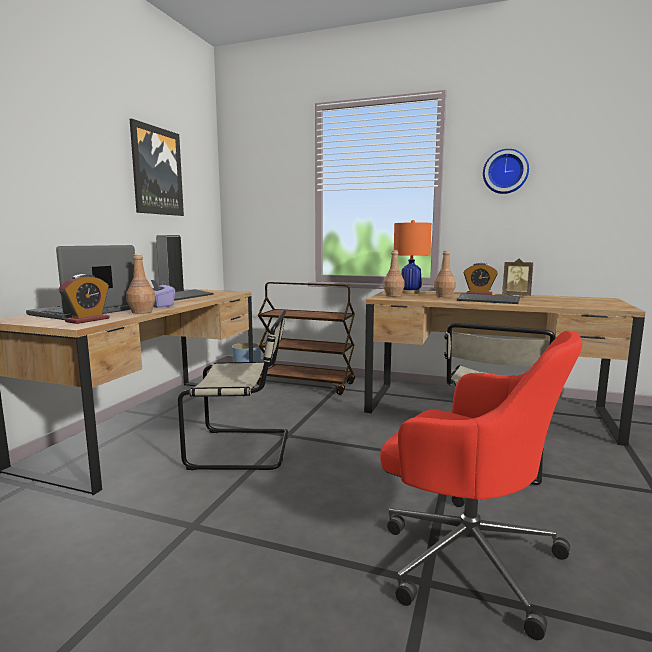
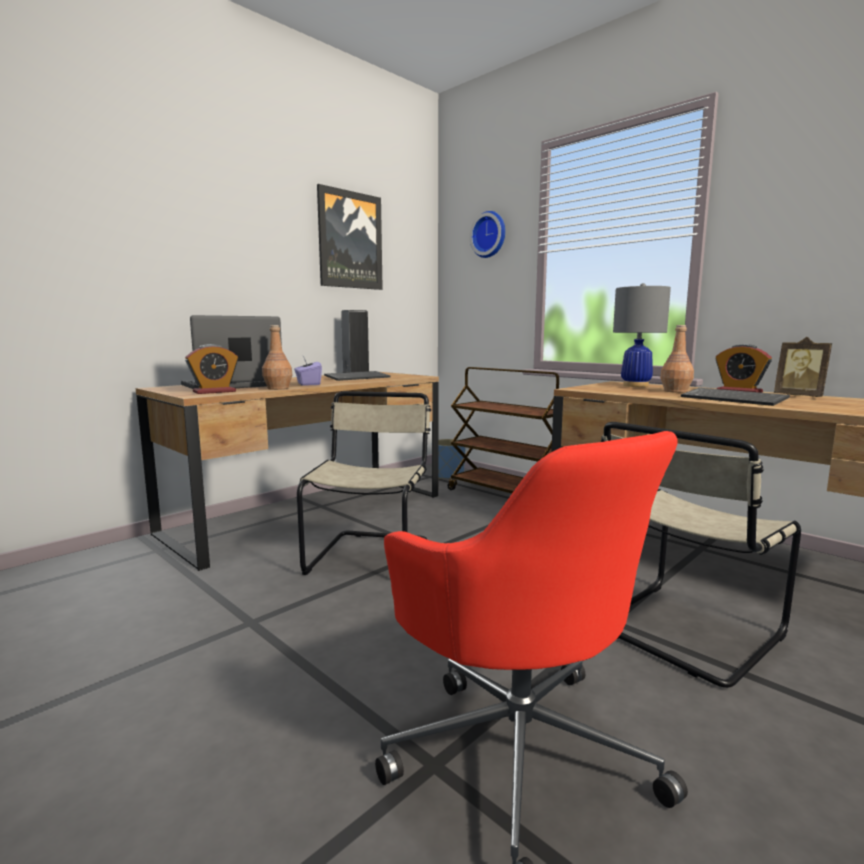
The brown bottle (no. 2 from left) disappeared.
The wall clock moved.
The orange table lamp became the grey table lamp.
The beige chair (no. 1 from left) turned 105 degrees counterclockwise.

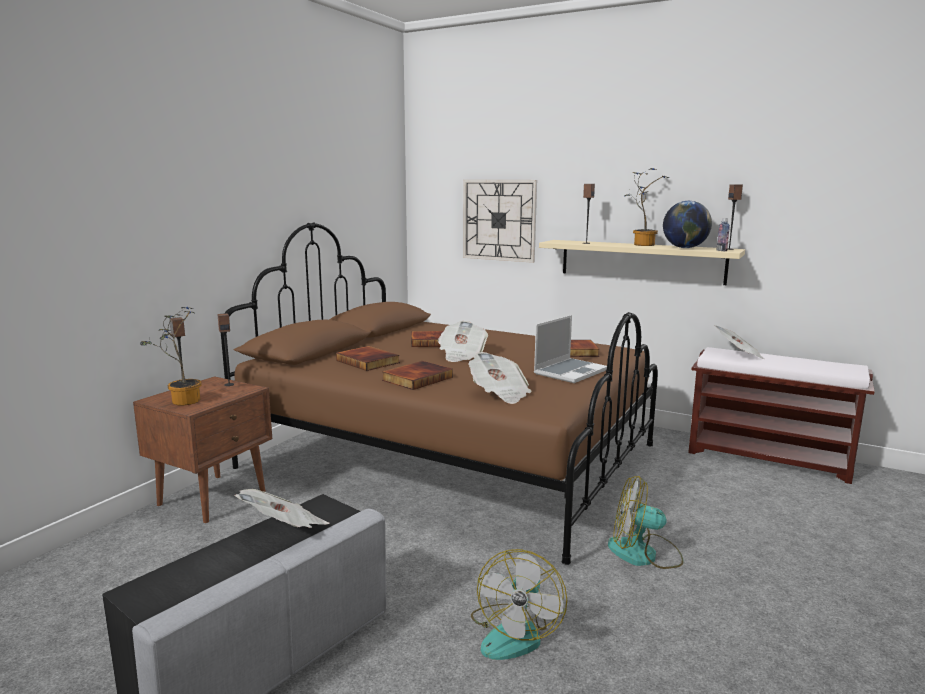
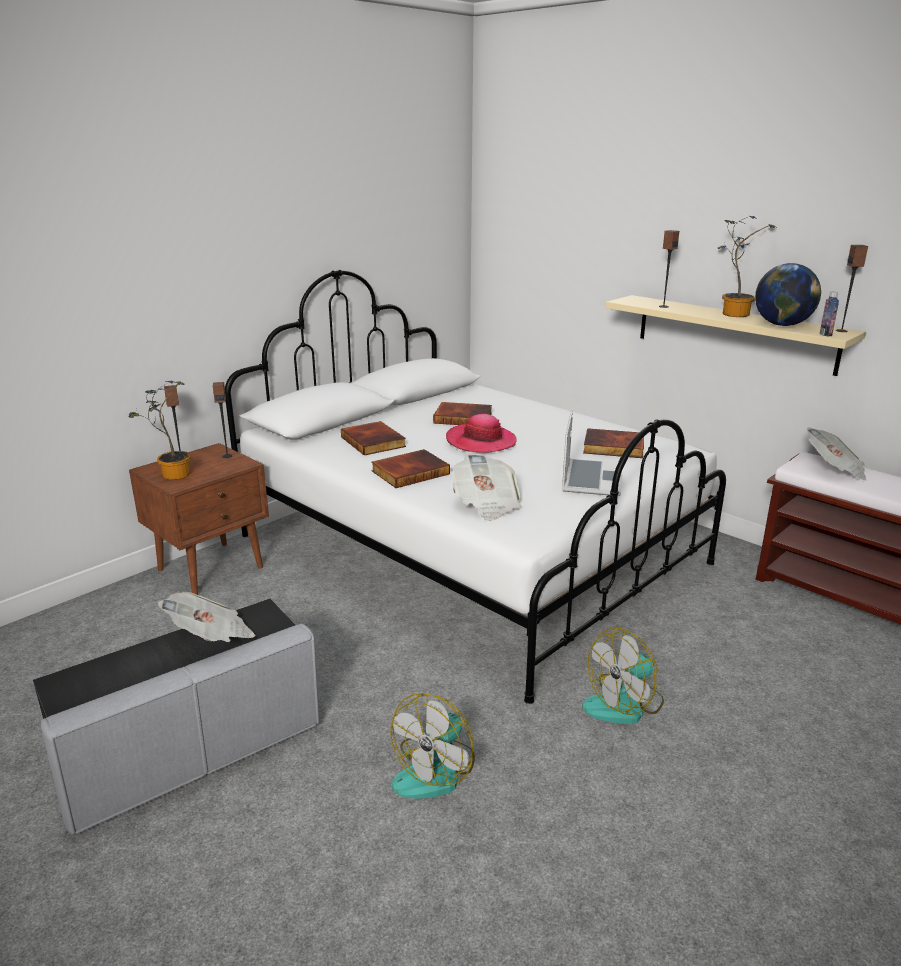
The wall clock disappeared.
The newspaper (no. 2 from left) was replaced by the hat.
The brown bed became the white bed.
The laptop turned 45 degrees counterclockwise.
The fan (no. 2 from left) turned 60 degrees counterclockwise.

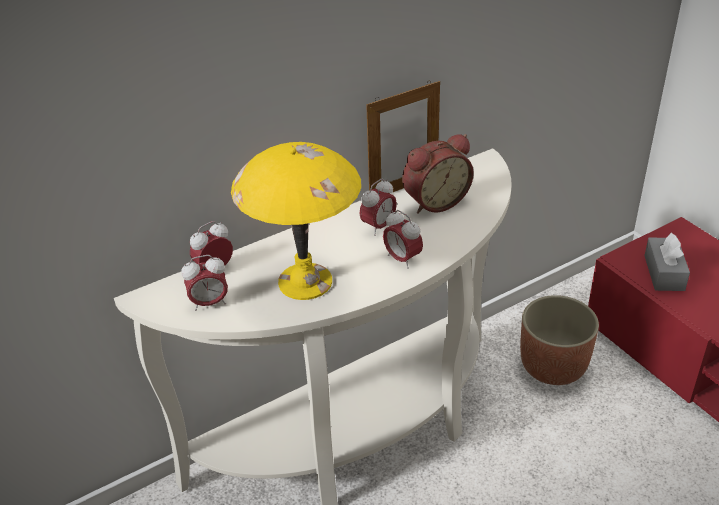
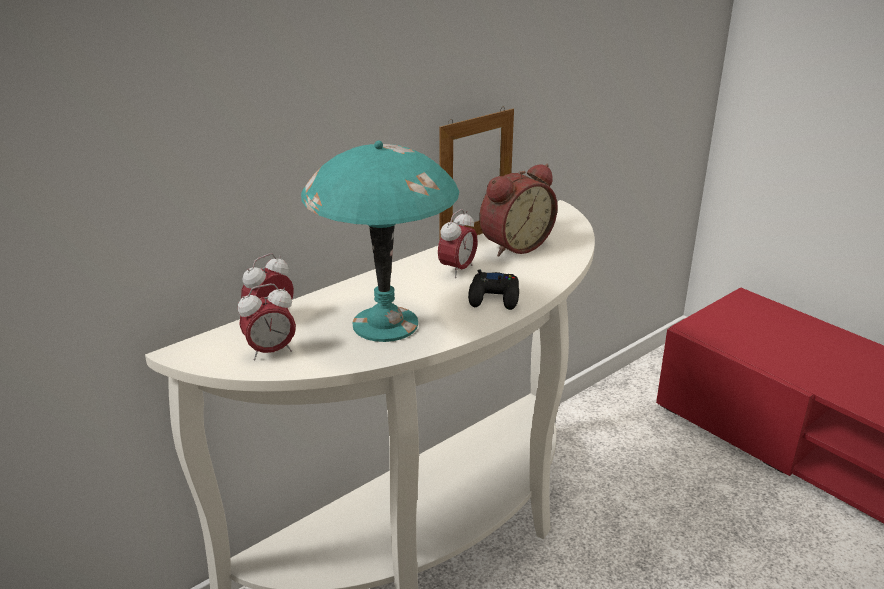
The planter disappeared.
The grey tissue box disappeared.
The alarm clock (no. 4 from left) was replaced by the black game controller.
The yellow table lamp became the turquoise table lamp.

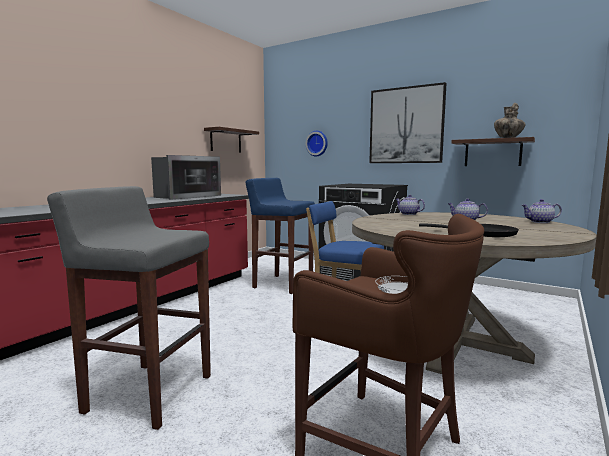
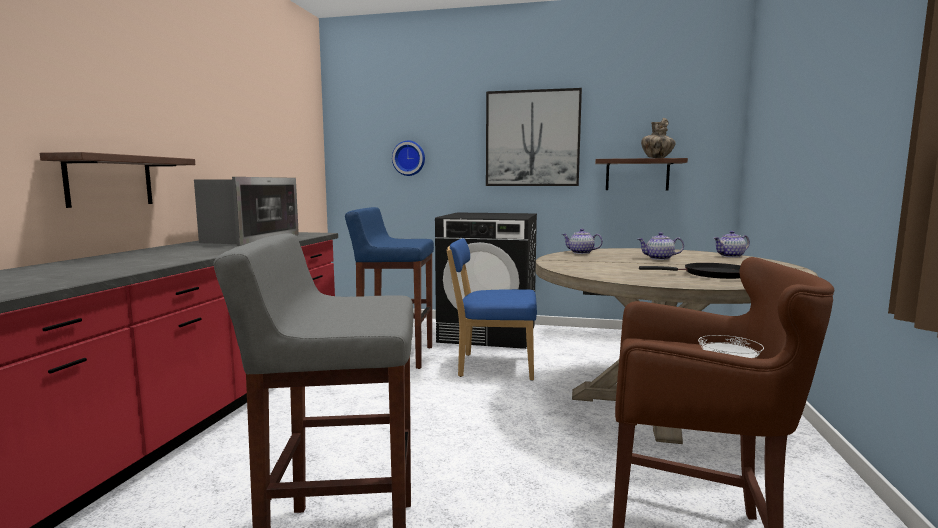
The shelf (no. 1 from left) moved.

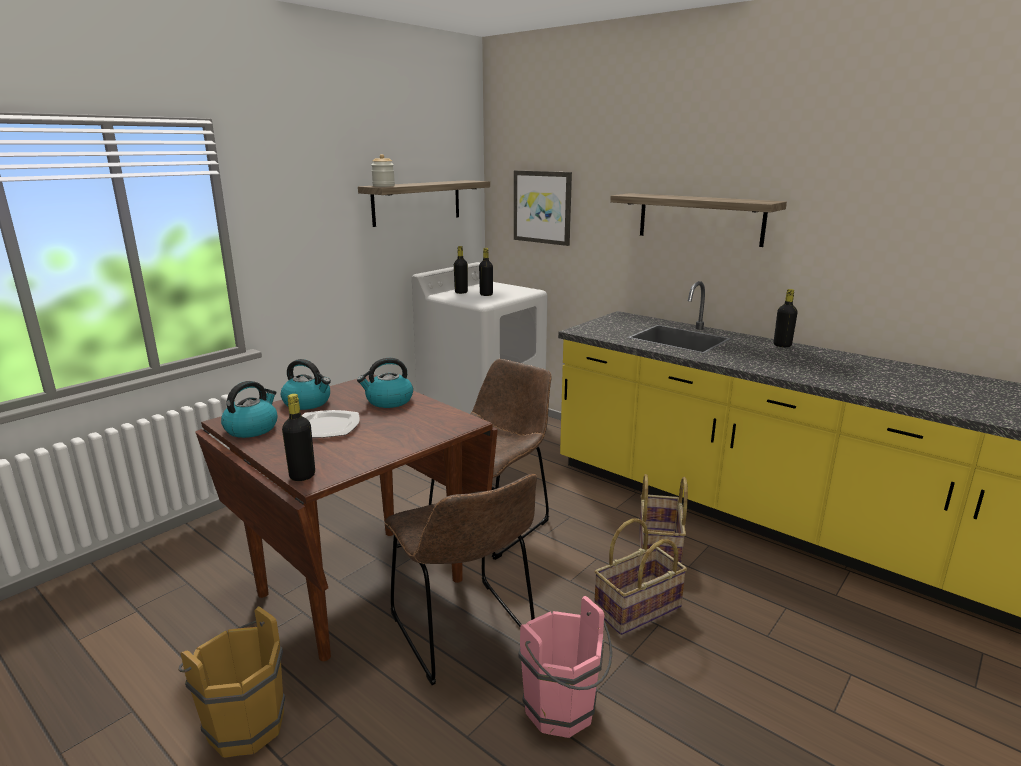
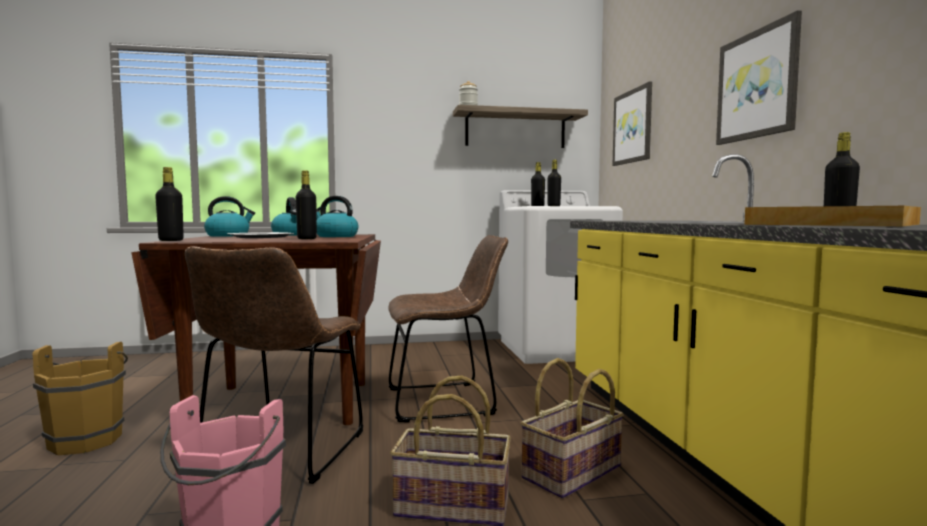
The black bottle (no. 2 from left) appeared.
The beige tray appeared.
The shelf (no. 2 from left) was replaced by the picture (no. 2 from left).

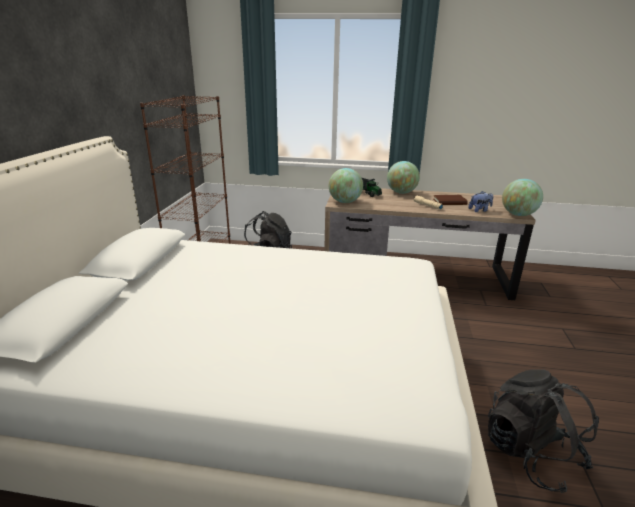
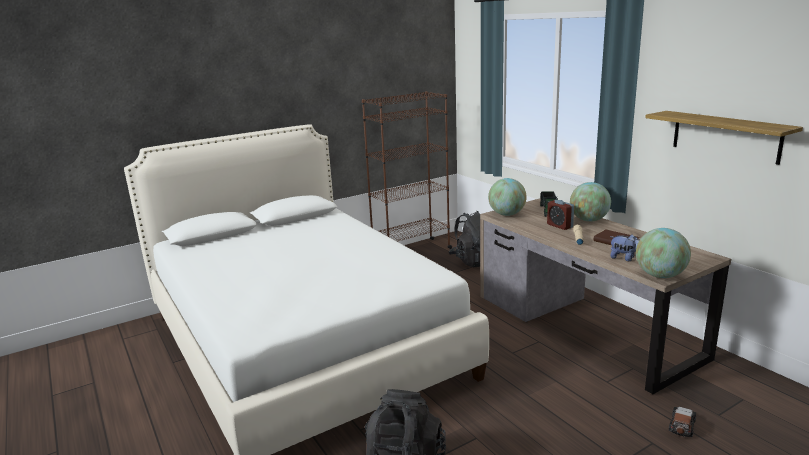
The alarm clock appeared.
The shelf appeared.
The toy car appeared.

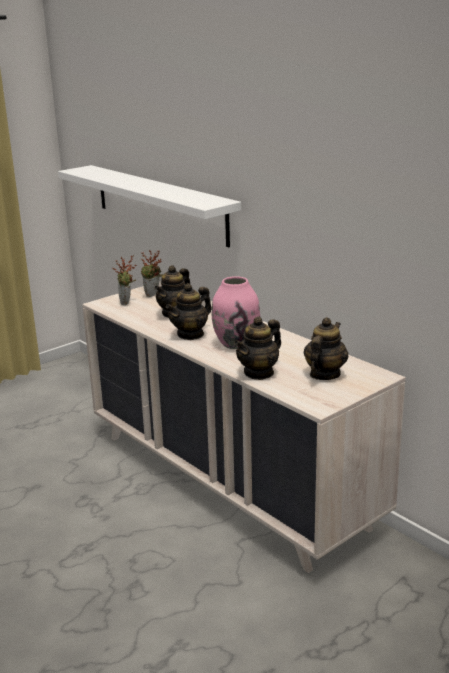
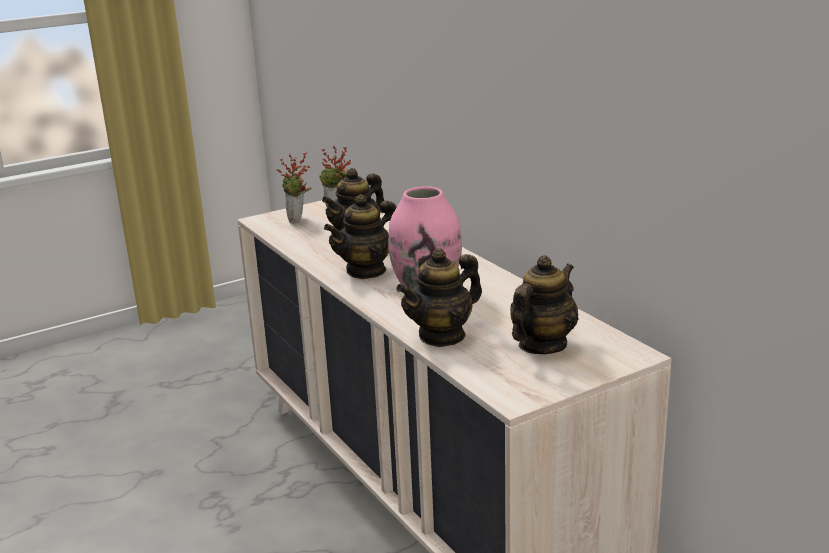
The white shelf disappeared.

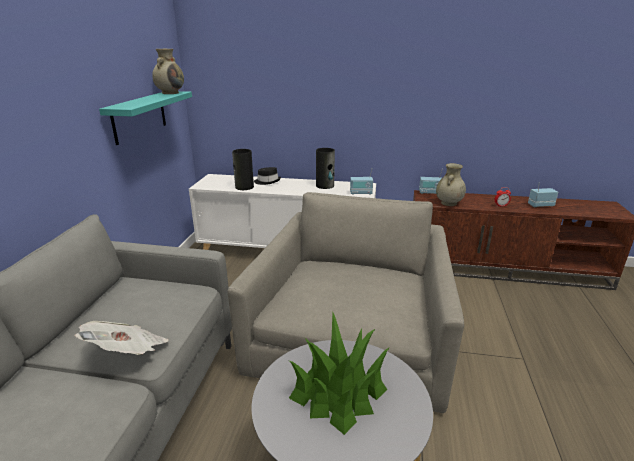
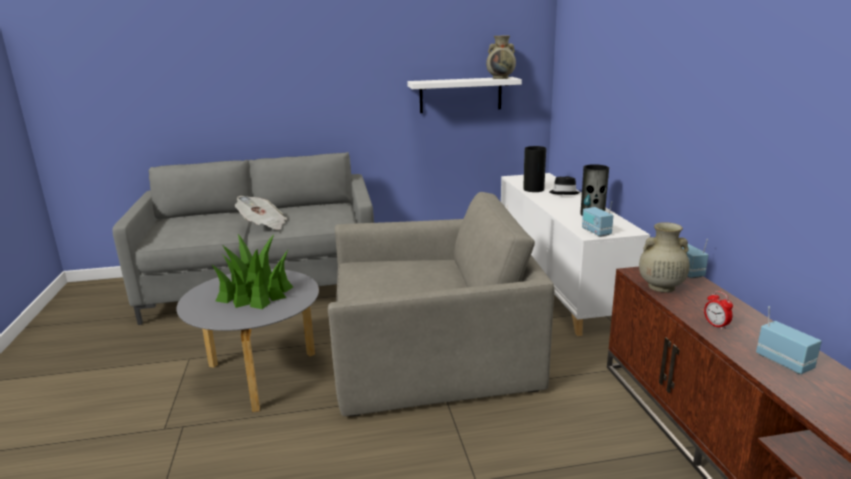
The turquoise shelf became the white shelf.

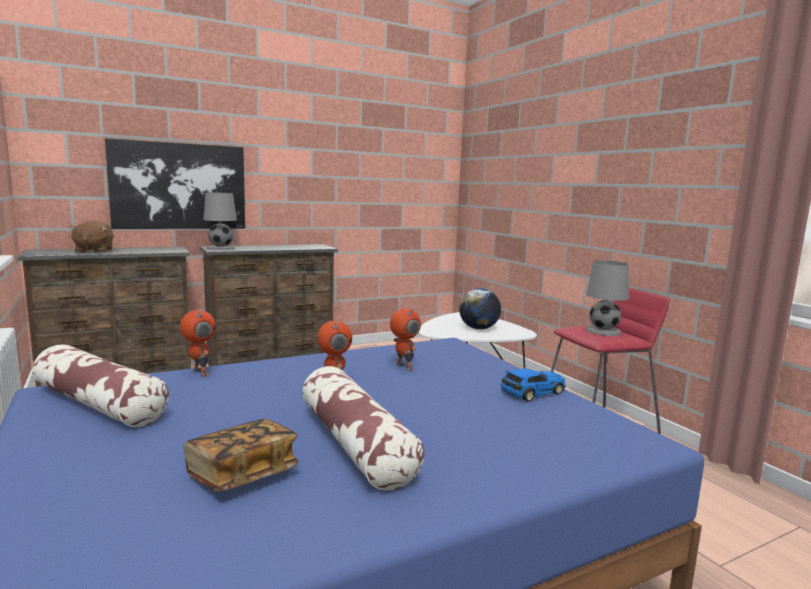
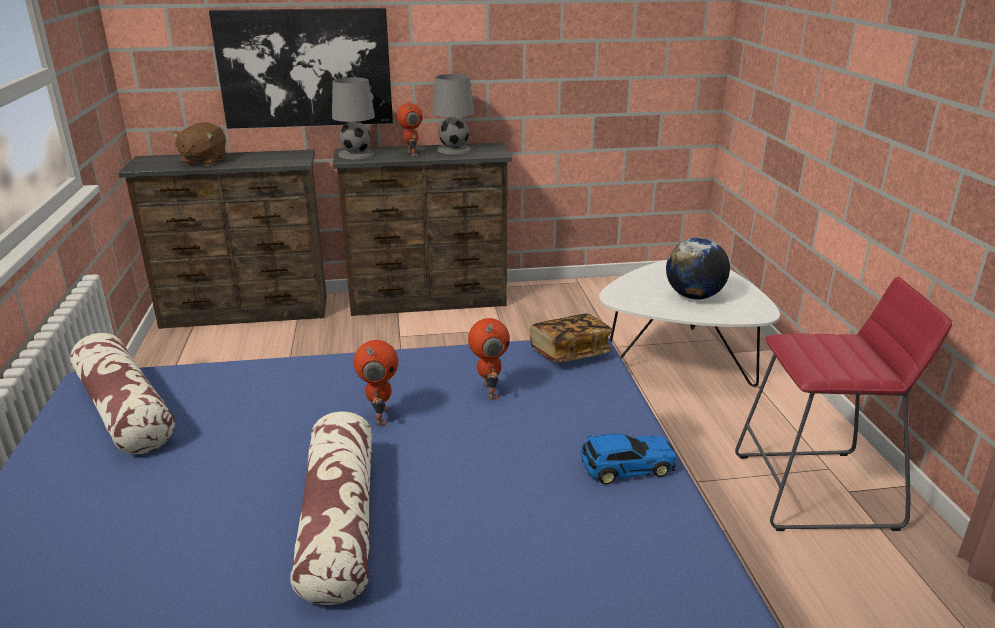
The toy robot (no. 1 from left in the first image) moved.
The book moved.
The grey table lamp (no. 2 from left) moved.

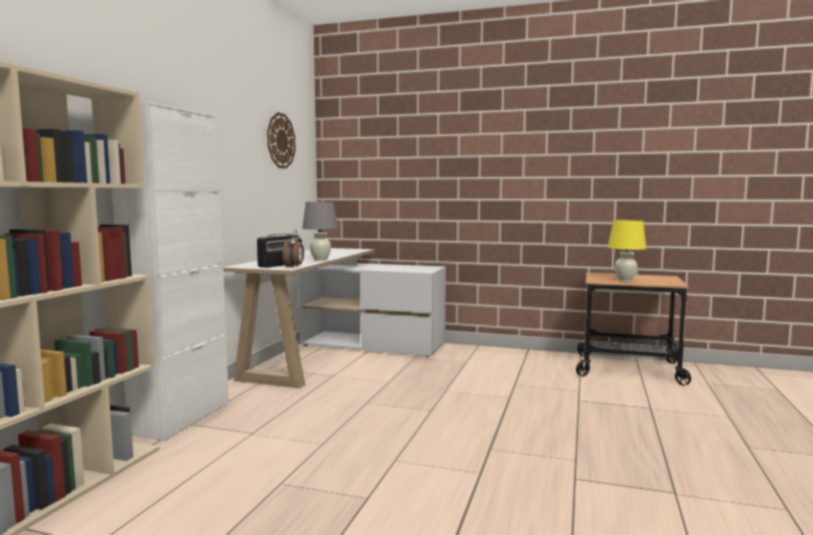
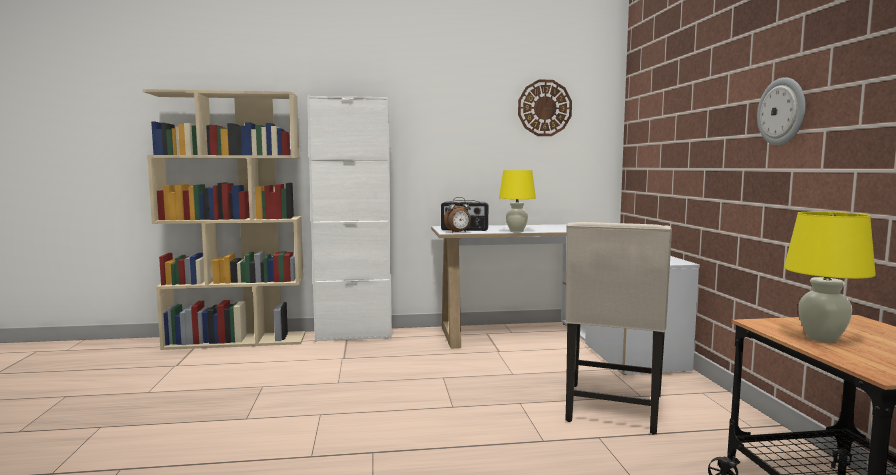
The beige chair appeared.
The wall clock (no. 2 from left) appeared.
The grey table lamp became the yellow table lamp (no. 1 from left).

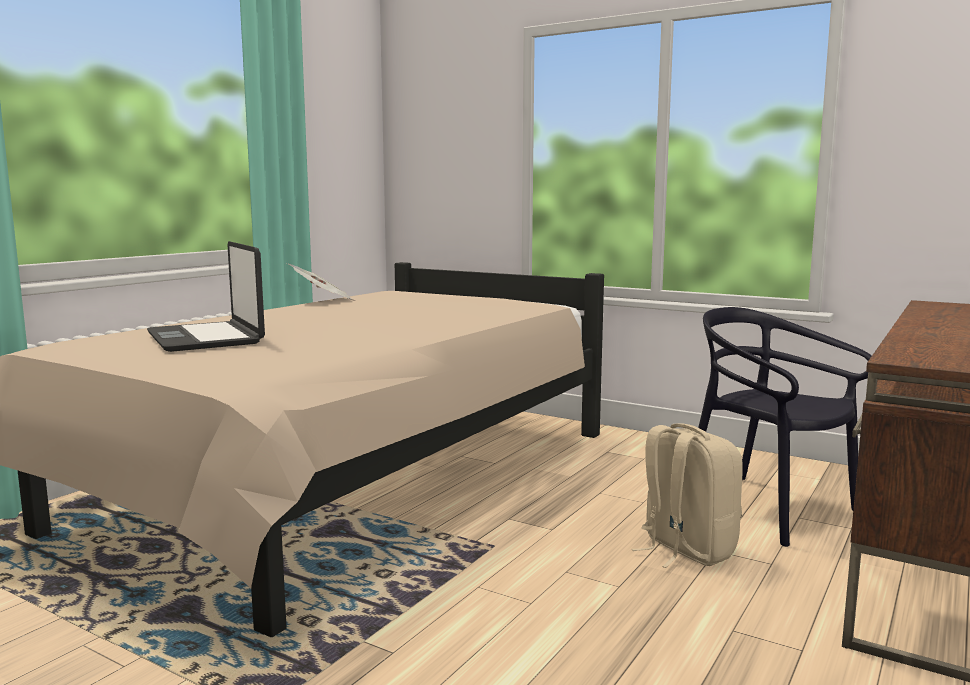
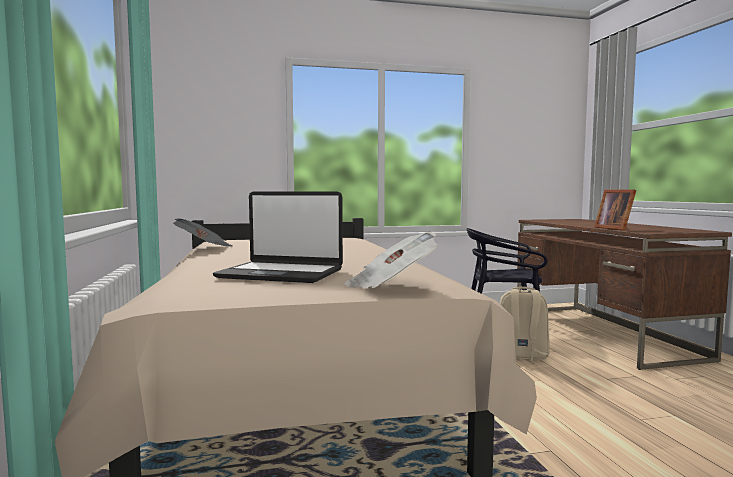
The newspaper (no. 2 from left) appeared.
The picture frame appeared.

